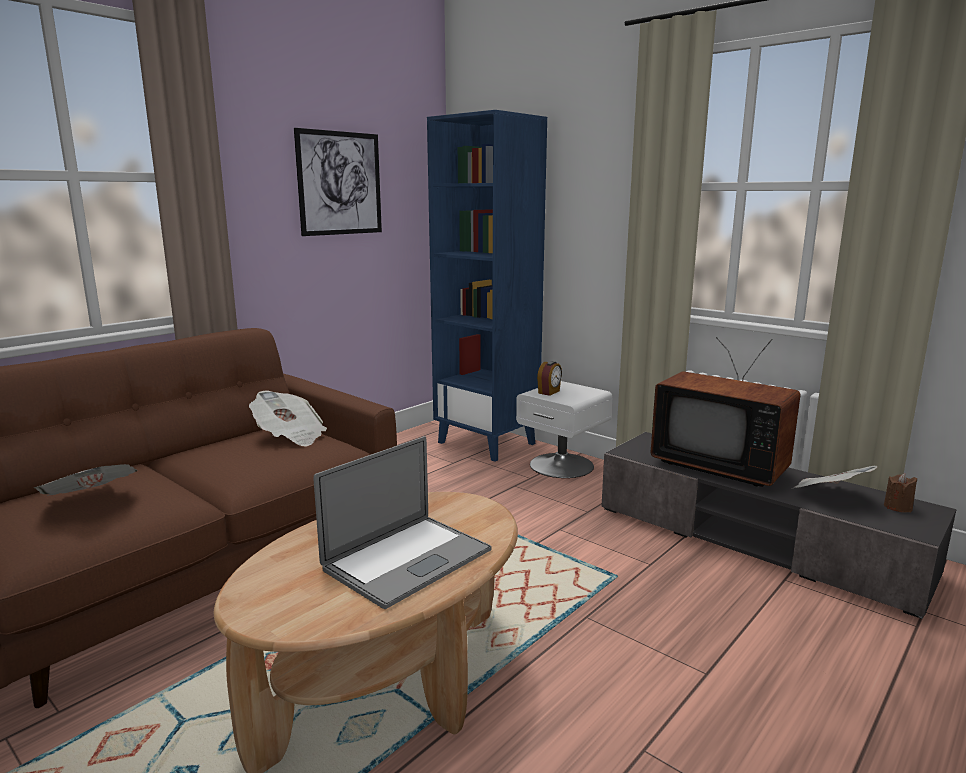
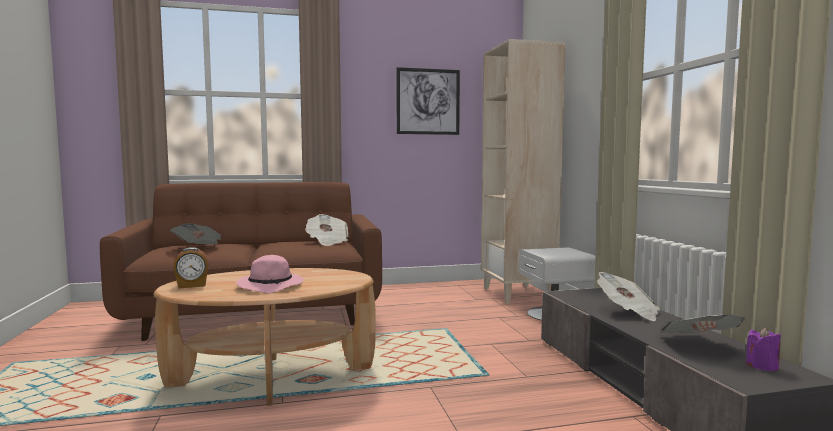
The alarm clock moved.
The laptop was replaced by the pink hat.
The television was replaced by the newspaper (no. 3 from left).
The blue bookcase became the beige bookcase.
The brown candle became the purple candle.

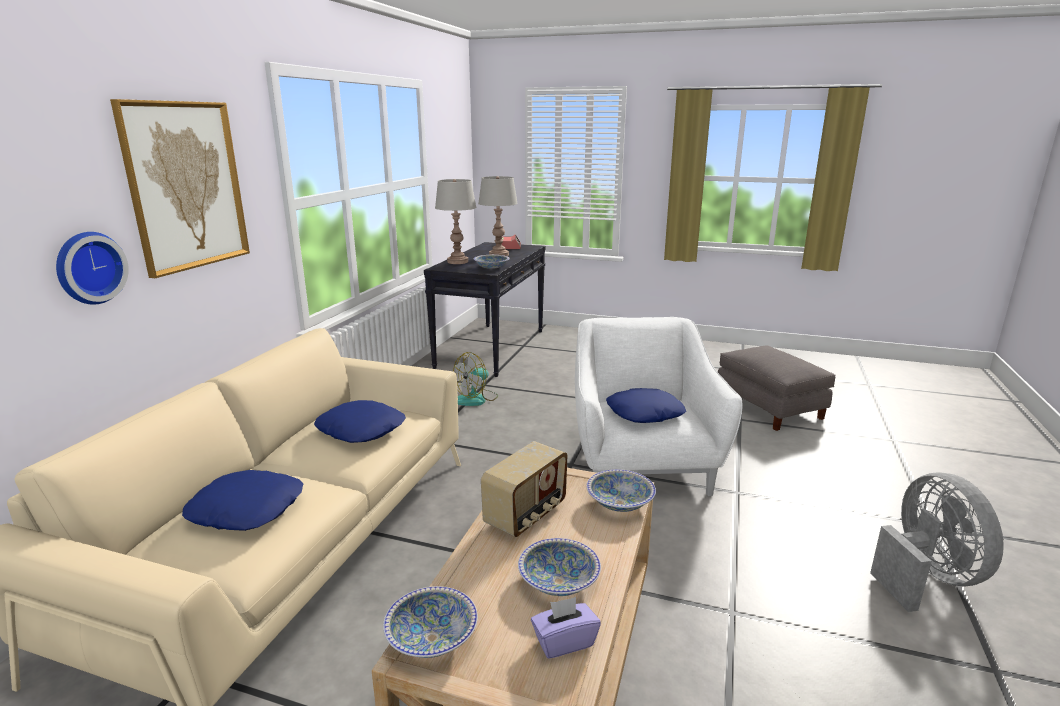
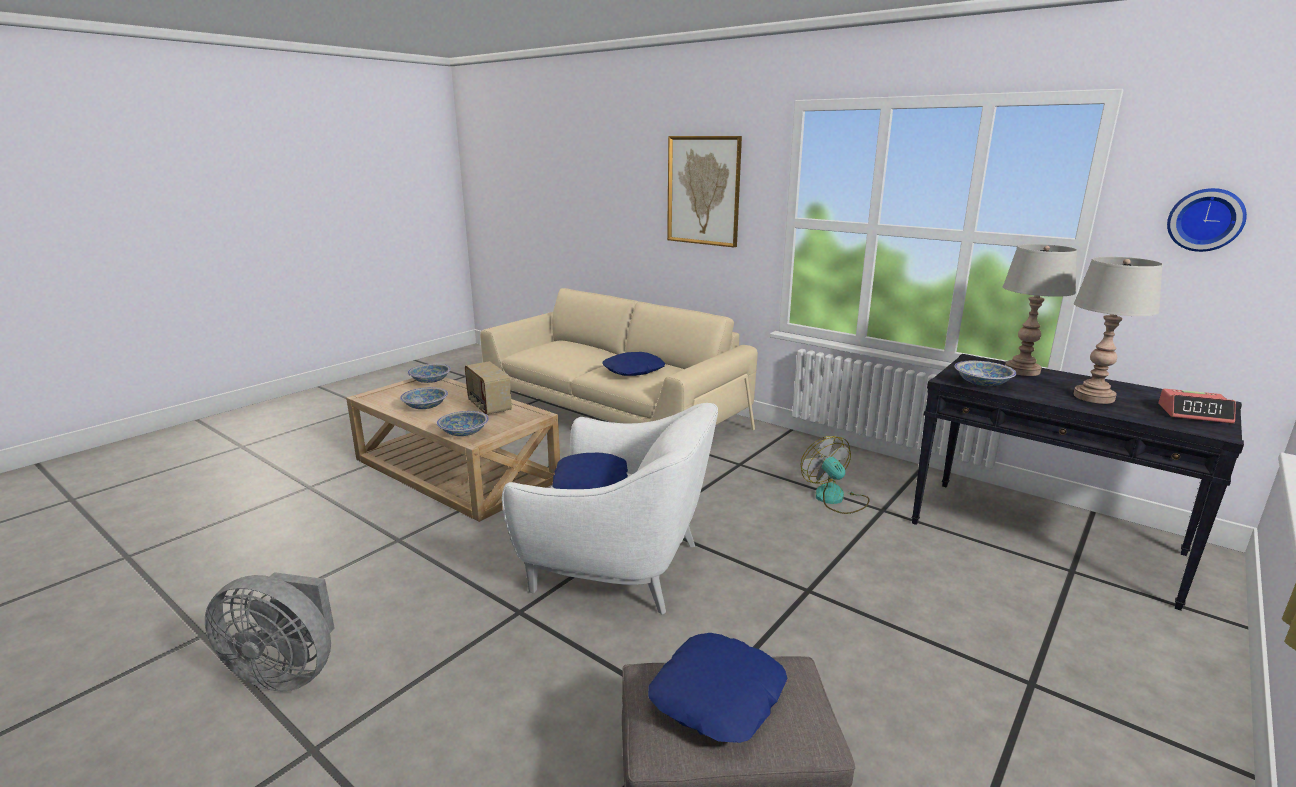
The purple tissue box disappeared.
The wall clock moved.
The blue pillow (no. 1 from left in the first image) moved.

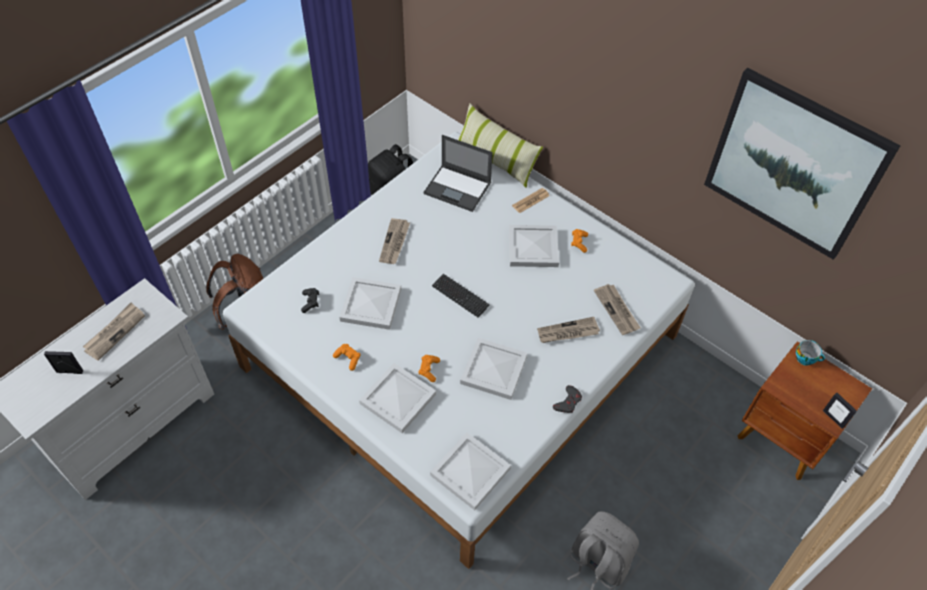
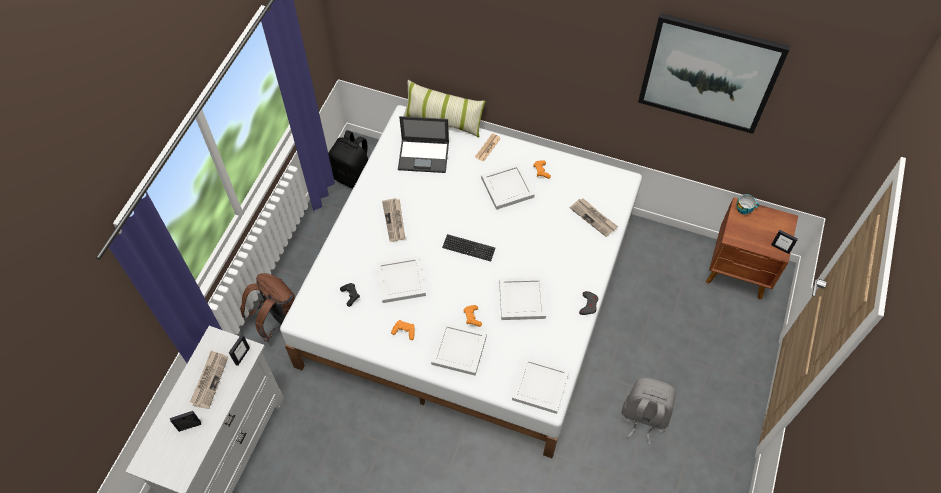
The newspaper (no. 4 from left) disappeared.
The picture frame (no. 2 from left) appeared.

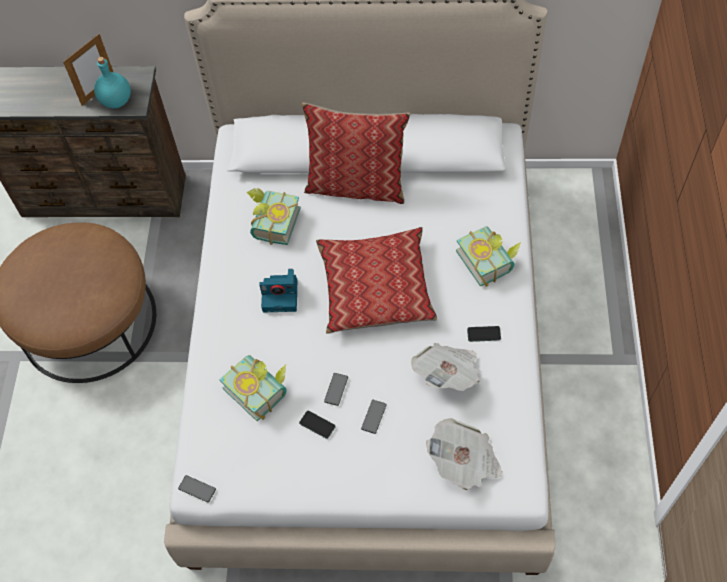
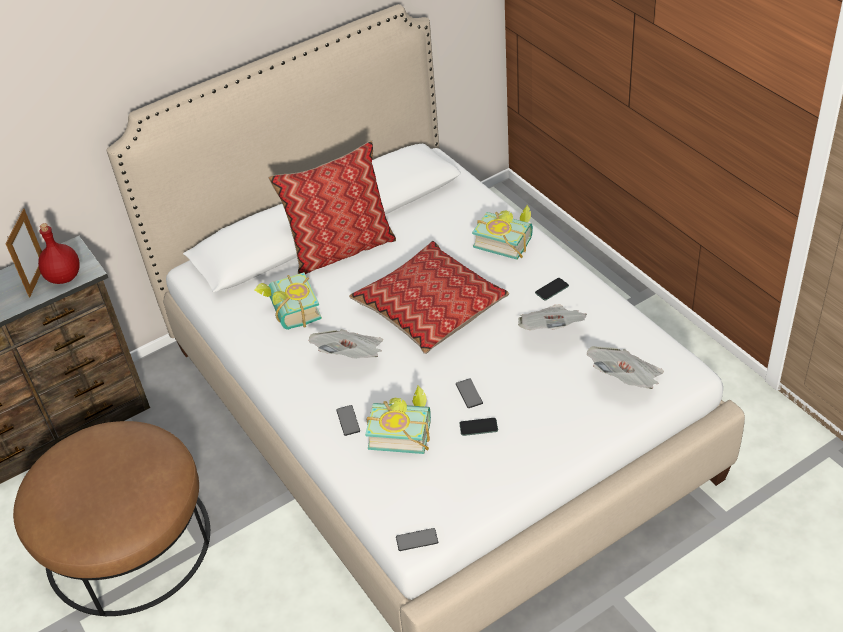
The phone (no. 4 from left in the first image) moved.
The photo camera was replaced by the newspaper (no. 1 from left).
The turquoise bottle became the red bottle.

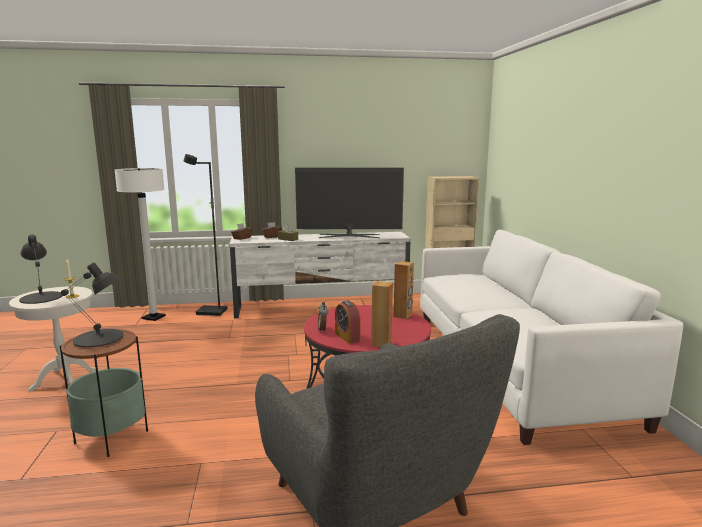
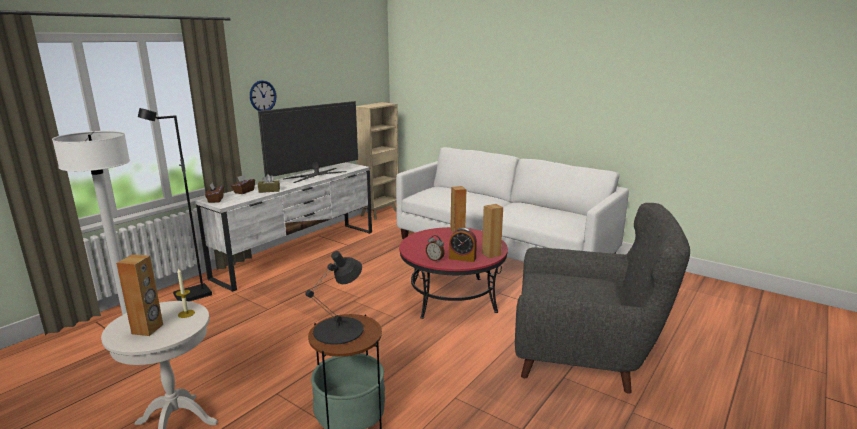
The wall clock appeared.
The black table lamp (no. 1 from left) was replaced by the brown speaker (no. 1 from left).

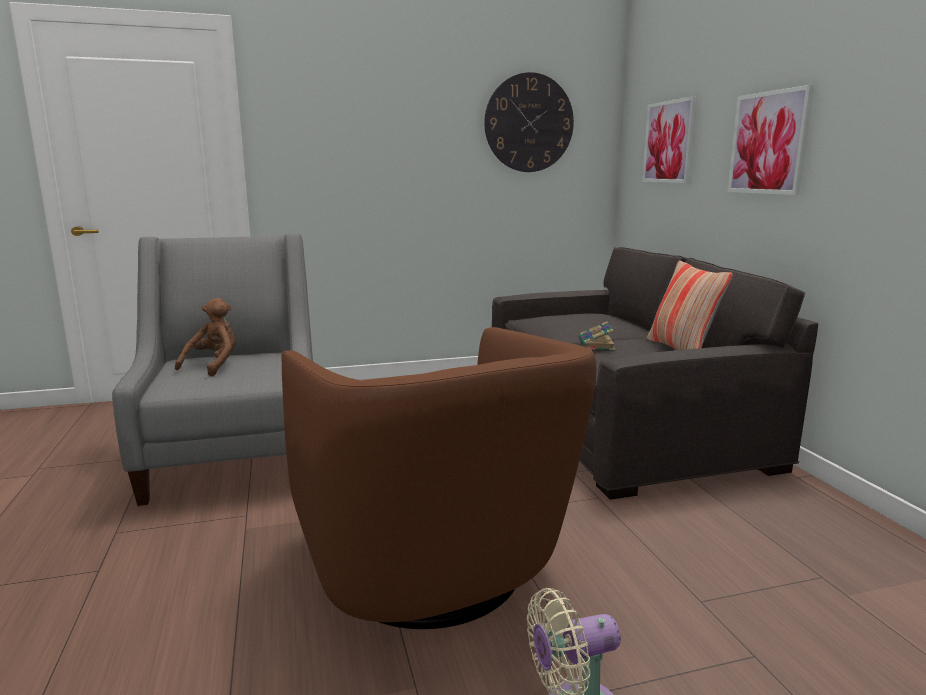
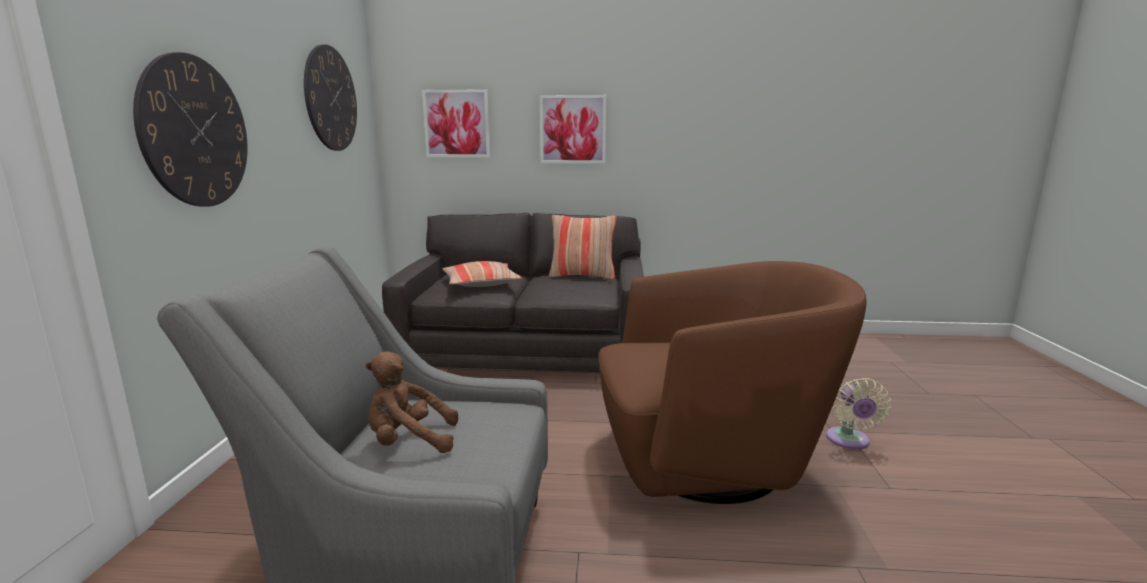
The book disappeared.
The wall clock (no. 1 from left) appeared.
The pillow (no. 1 from left) appeared.
The brown plush toy turned 45 degrees counterclockwise.

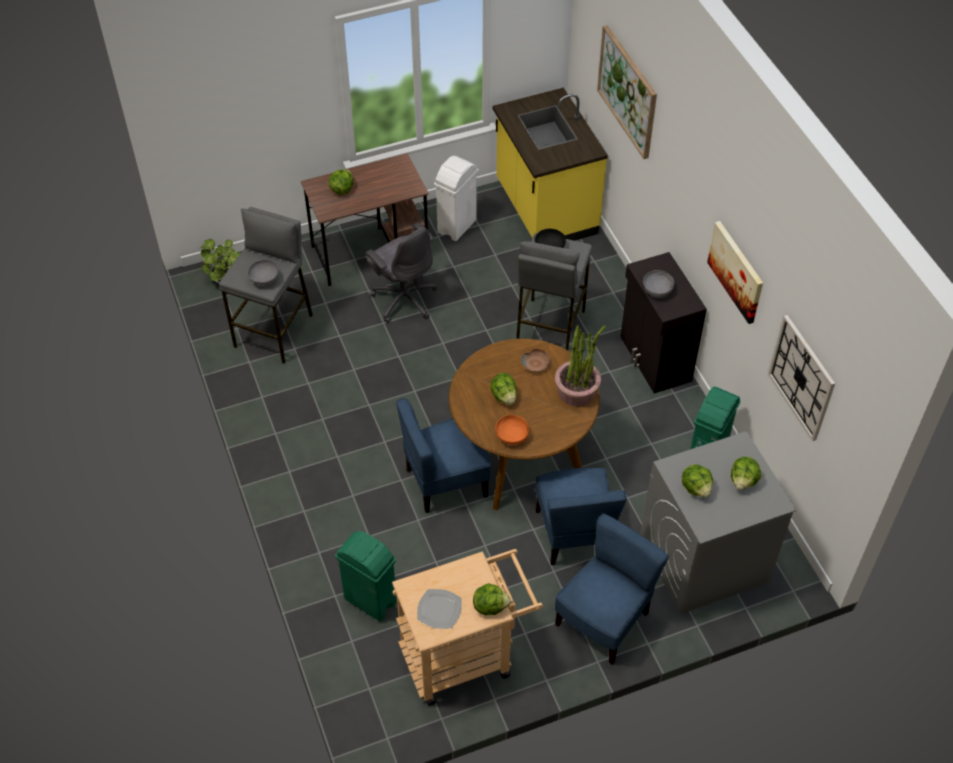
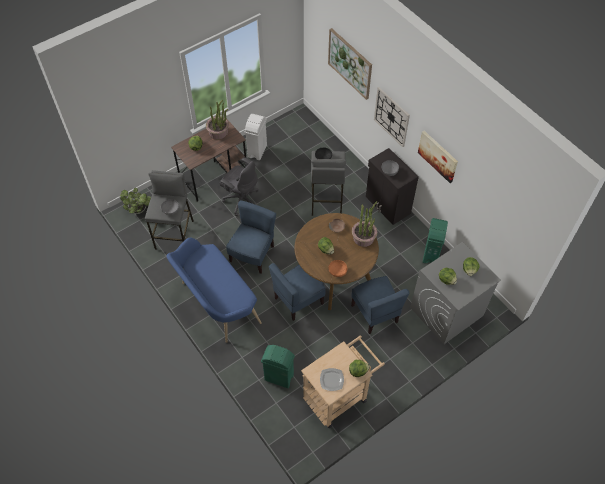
The yellow counter disappeared.
The blue bench appeared.
The potted plant (no. 2 from left) appeared.
The blue chair (no. 3 from left in the first image) moved.
The wall clock moved.

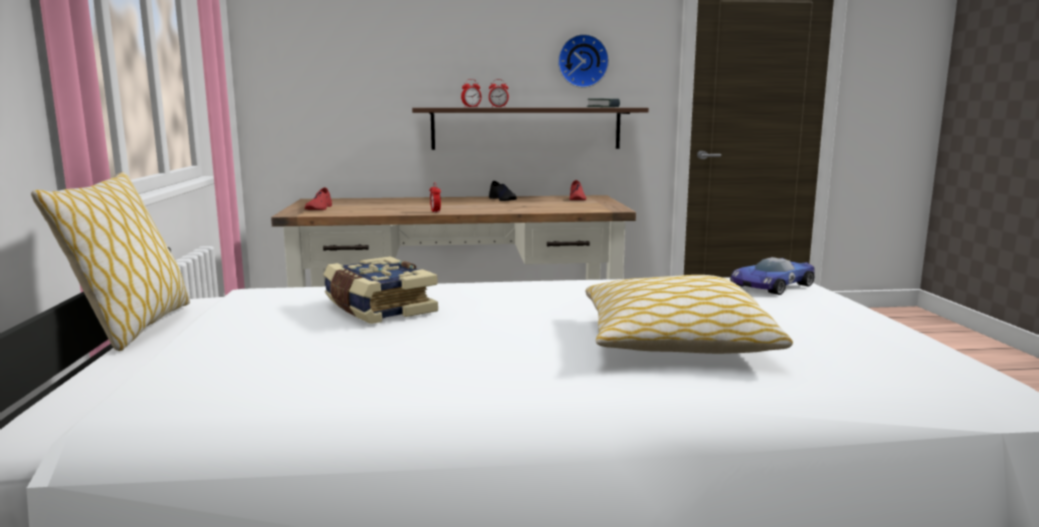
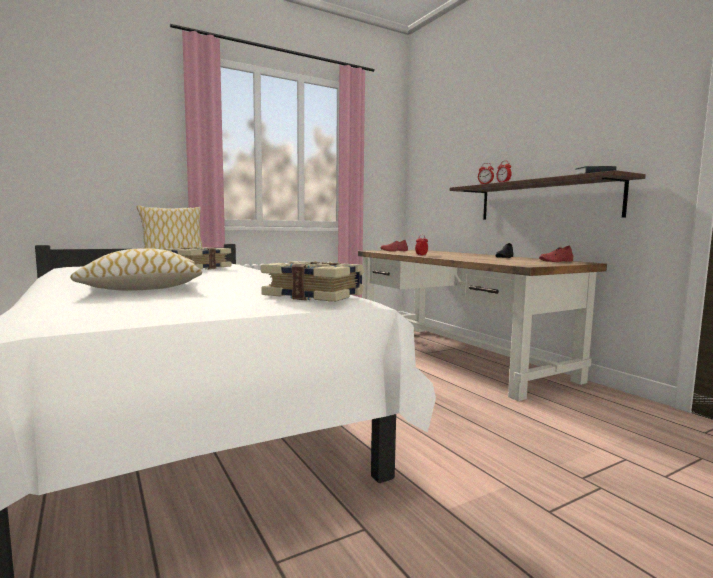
The wall clock disappeared.
The toy car was replaced by the book (no. 2 from left).

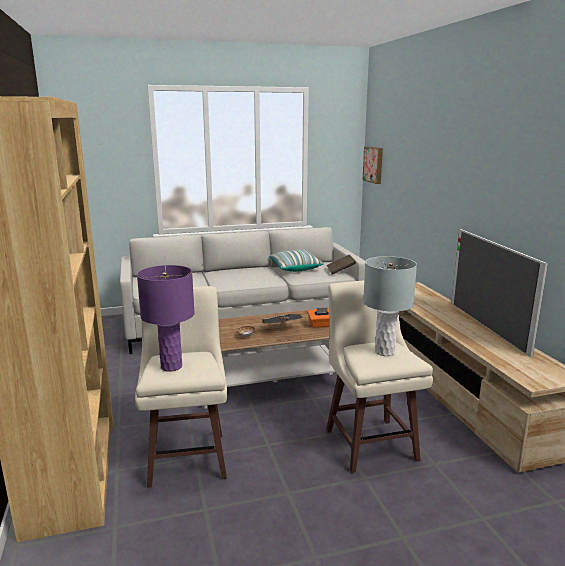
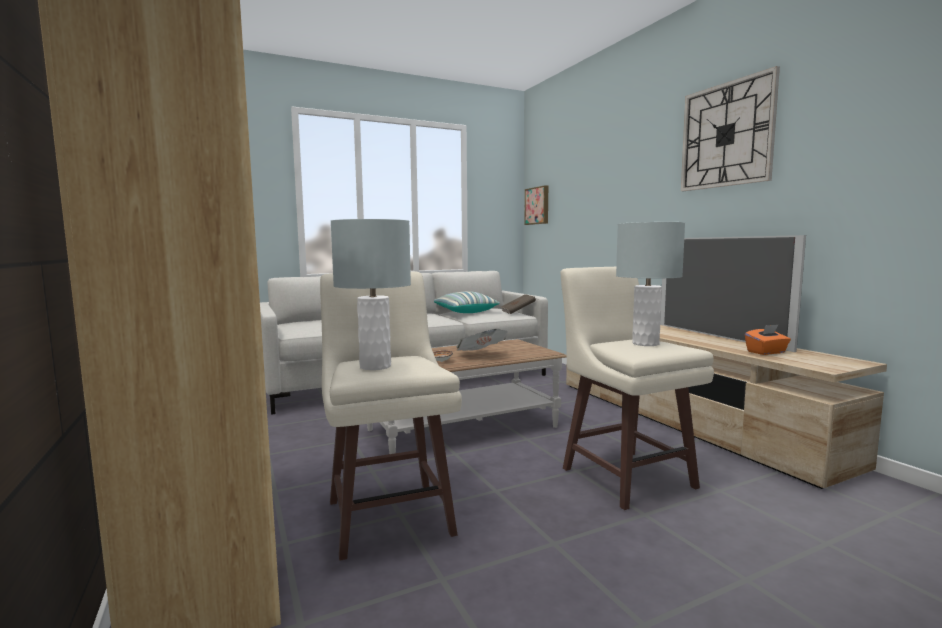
The wall clock appeared.
The orange tissue box moved.
The purple table lamp became the grey table lamp (no. 1 from left).

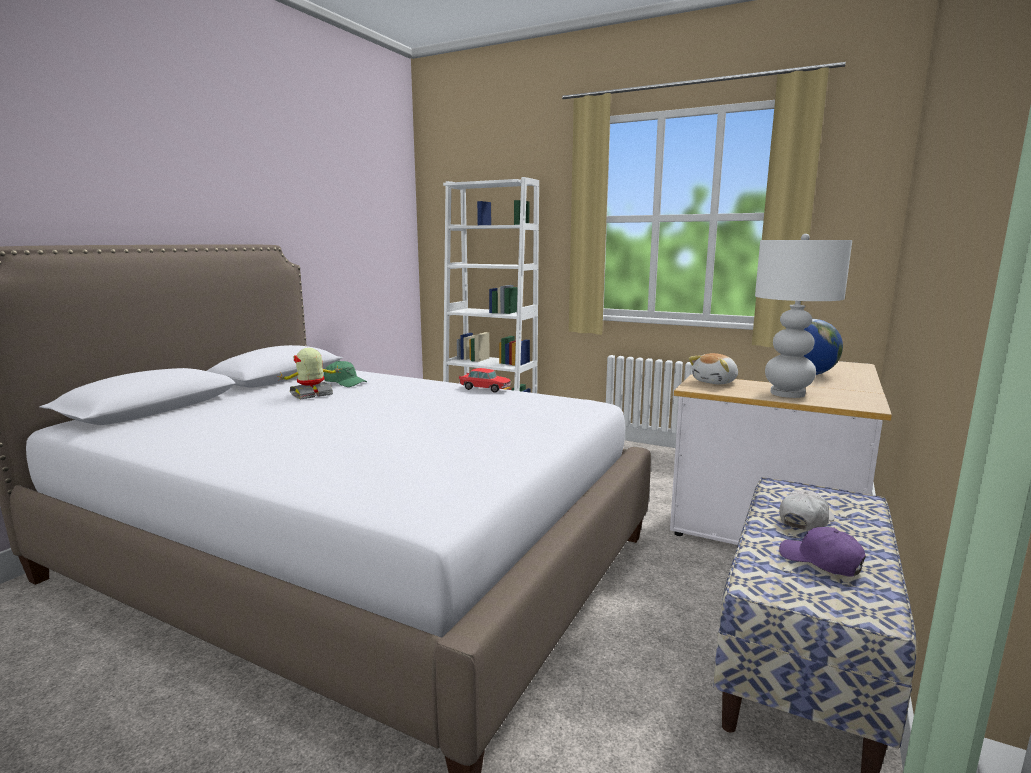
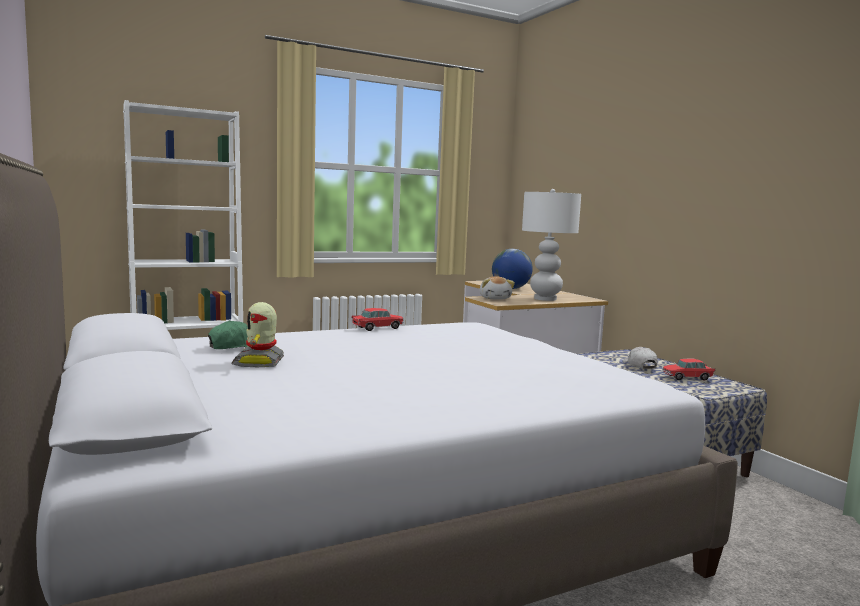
The purple cap was replaced by the toy car (no. 2 from left).

